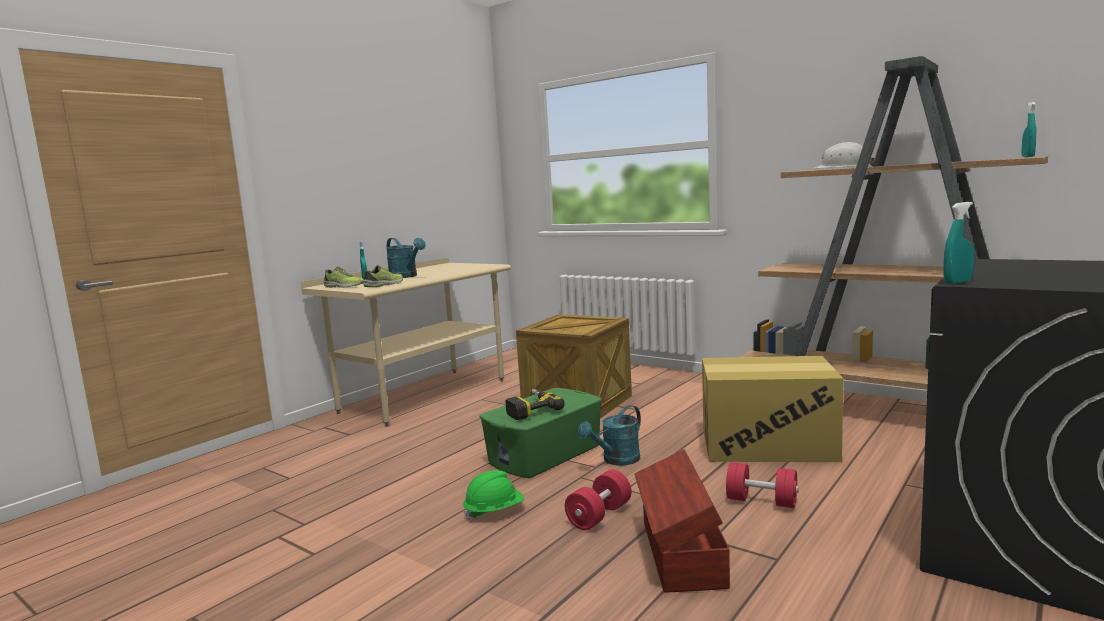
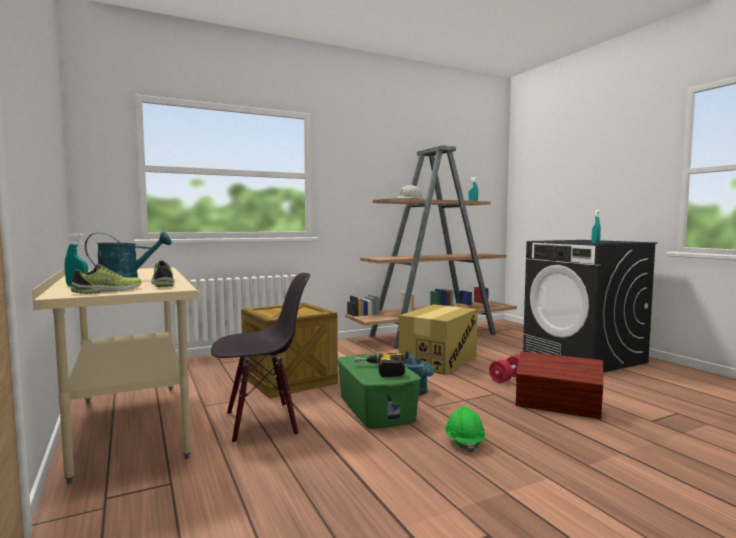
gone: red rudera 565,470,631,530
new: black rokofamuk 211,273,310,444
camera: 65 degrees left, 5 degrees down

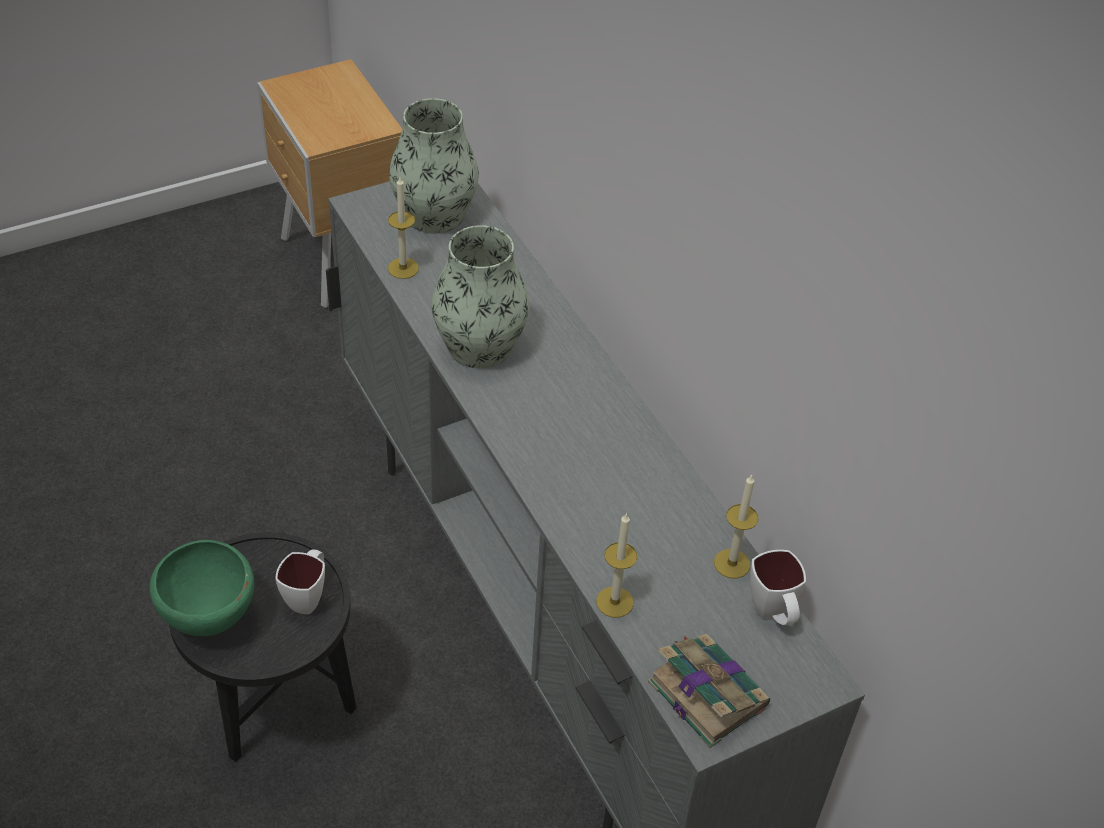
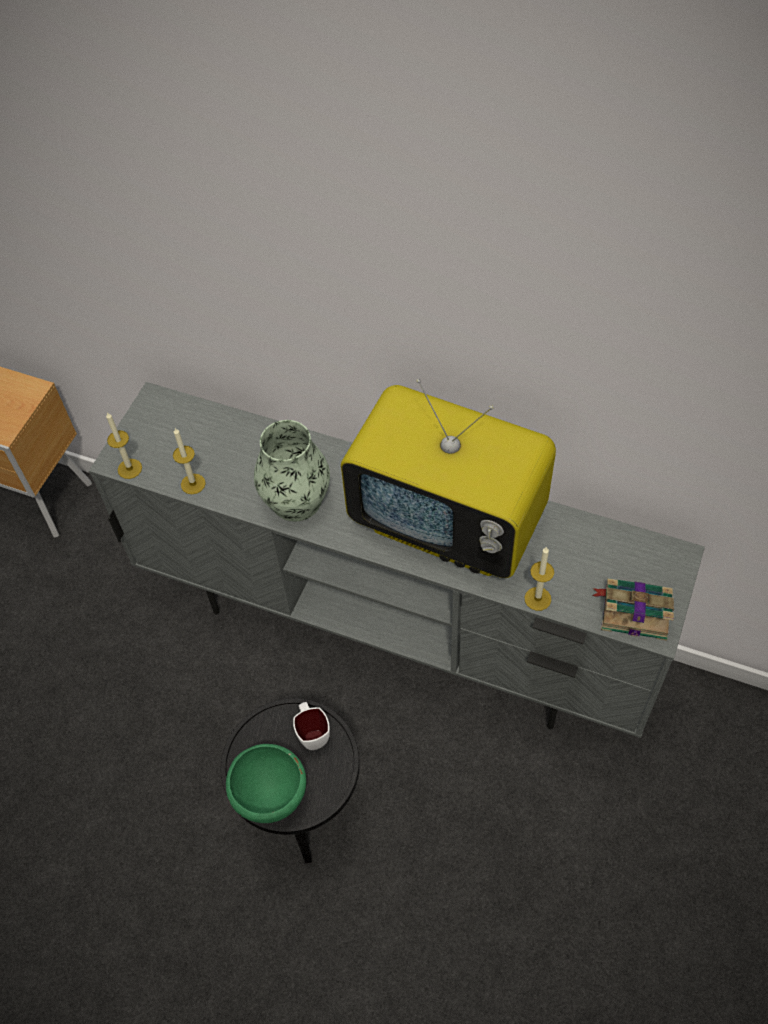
gone: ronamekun 389,98,479,234; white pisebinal 750,550,806,625
new: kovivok 341,379,556,578
shifted: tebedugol 714,474,758,579 to 106,412,142,479
camera: 35 degrees left, 10 degrees up

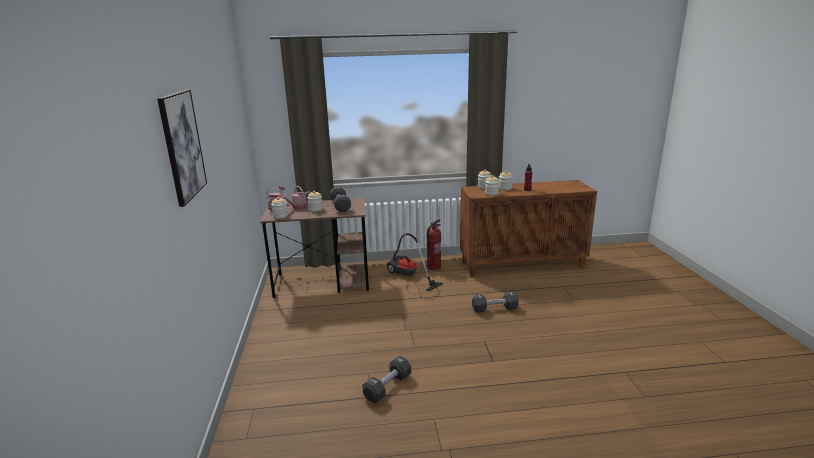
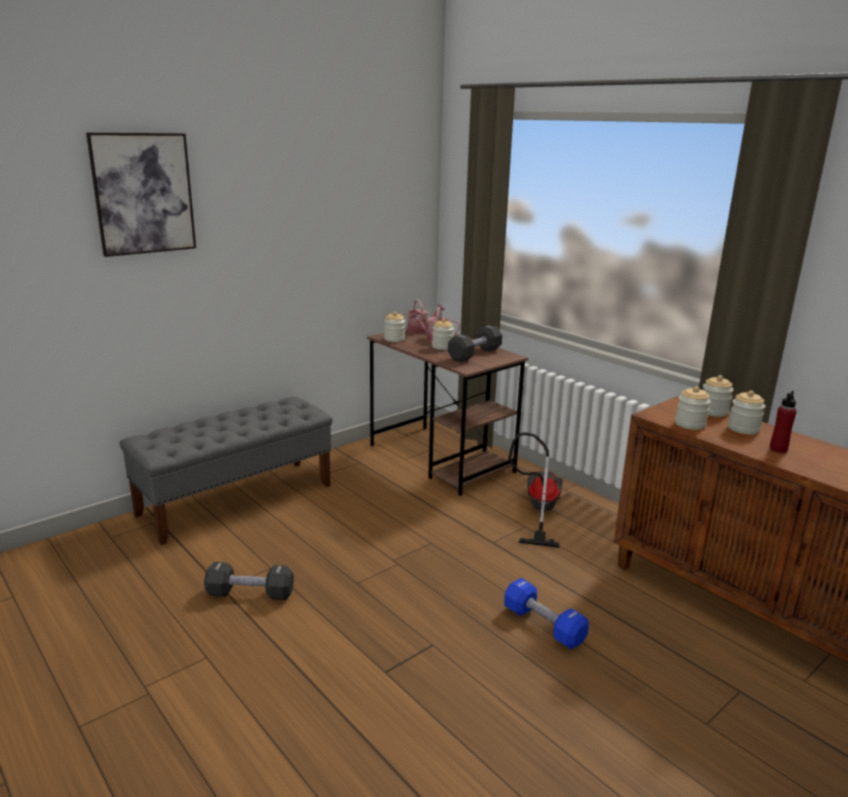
gone: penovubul 427,219,441,270
new: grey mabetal 120,397,333,545
repainted: black rudera 472,291,519,313 to blue rudera 504,578,589,649
camera: 55 degrees right, 0 degrees up

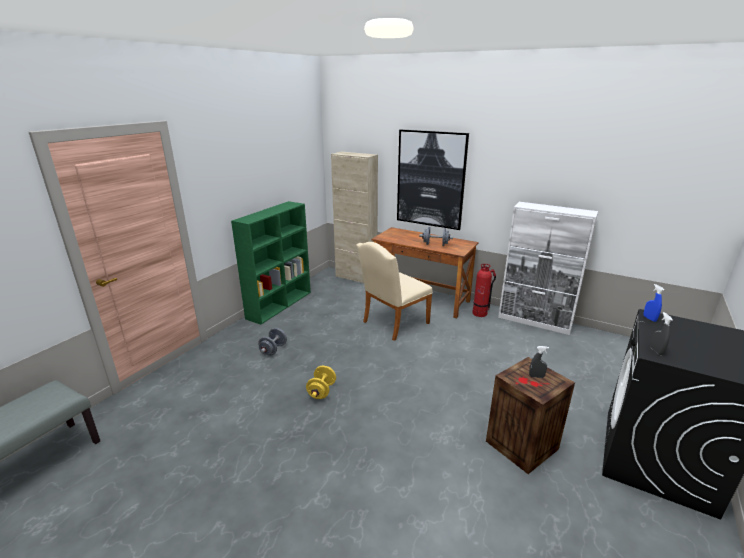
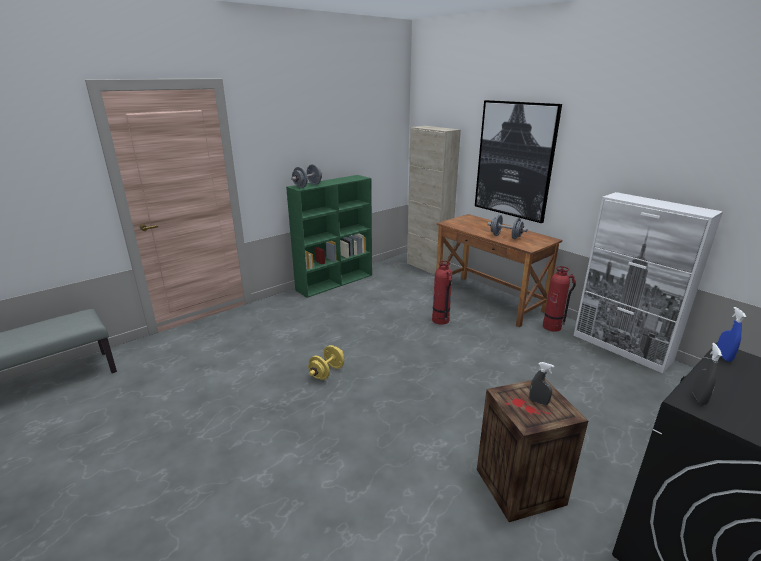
shifted: grey rudera 258,328,287,356 to 291,164,322,188
swapped: beige rokofamuk 356,242,432,341 to penovubul 432,261,452,325
camera: 20 degrees right, 0 degrees up

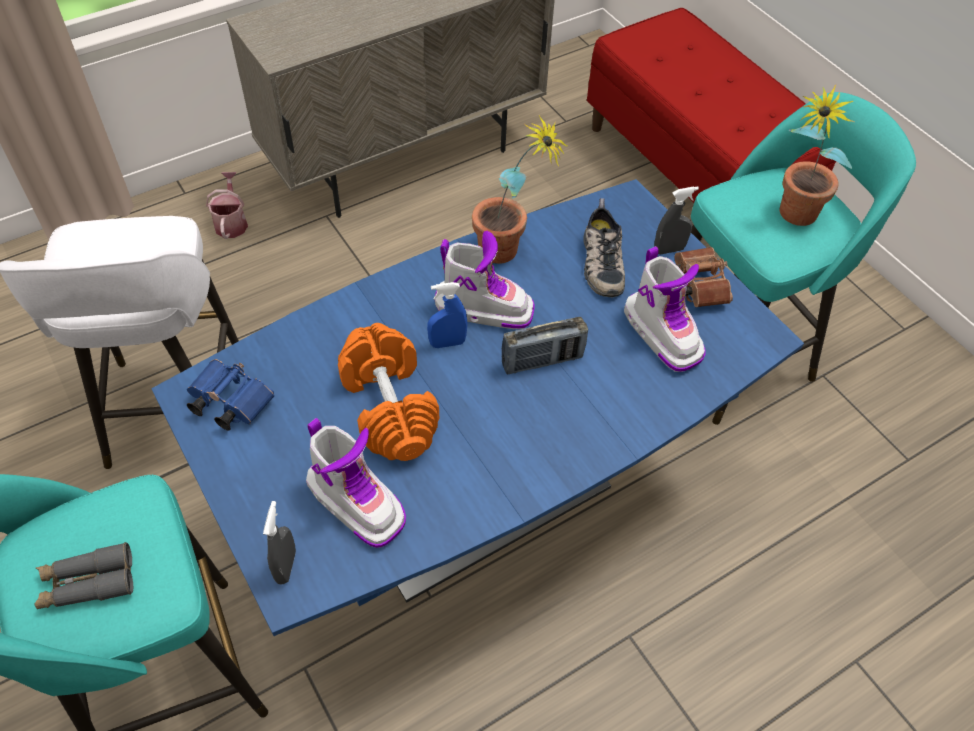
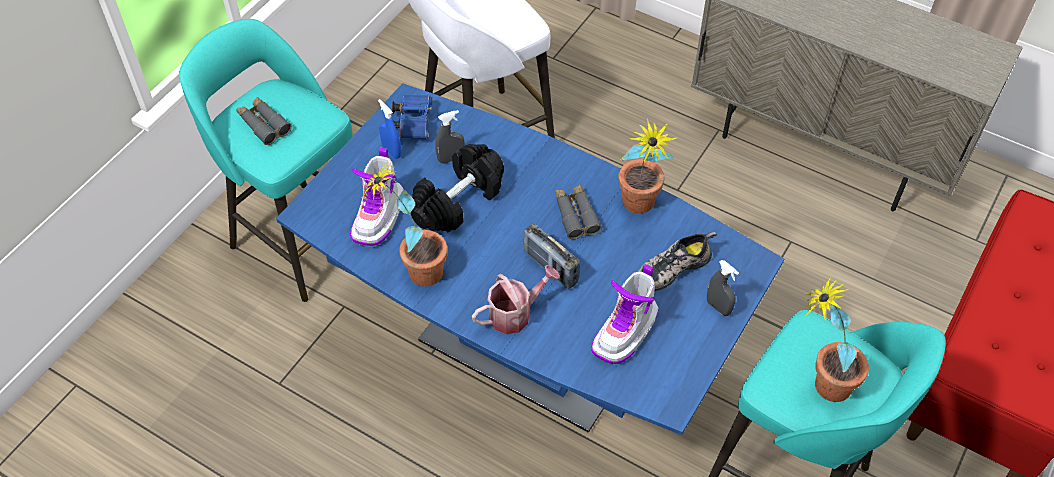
gone: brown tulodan 675,247,733,307
new: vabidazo 363,163,447,287
shifted: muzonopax 206,172,248,239 to 472,265,560,335; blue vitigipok 427,282,468,348 to 378,99,402,159; grey vitigipok 263,501,296,585 to 435,110,465,164
swapped: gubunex 435,231,535,329 to grey tulodan 555,184,602,239
repainted: orange rudera 338,323,439,461 to black rudera 411,144,504,232
camera: 65 degrees right, 0 degrees up

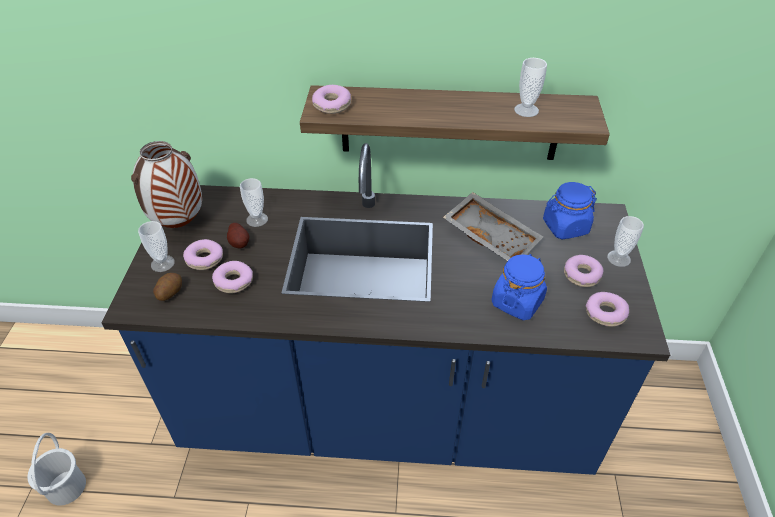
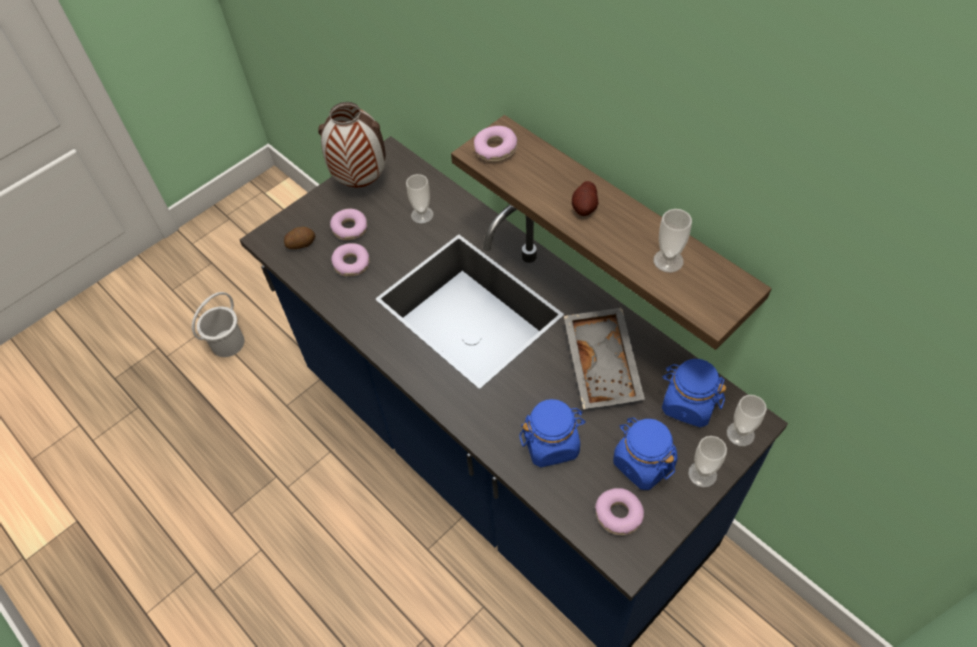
shifted: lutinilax 138,221,175,272 to 727,395,767,446; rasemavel 227,223,249,248 to 572,181,598,216
swapped: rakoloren 564,255,603,287 to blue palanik 613,417,677,490
camera: 45 degrees right, 10 degrees up

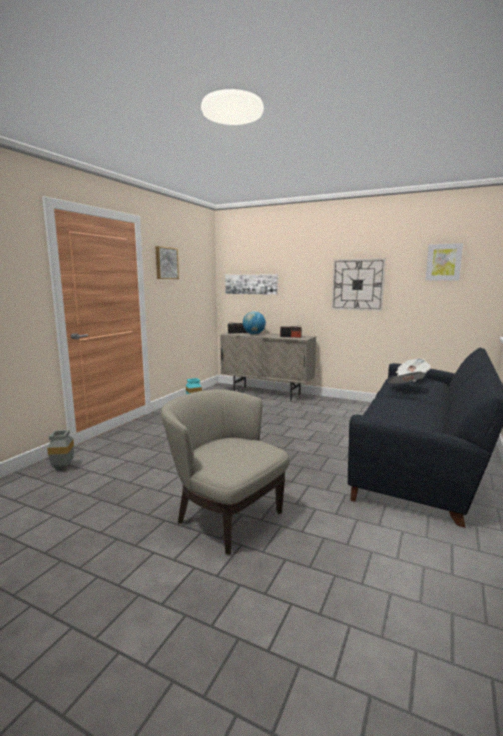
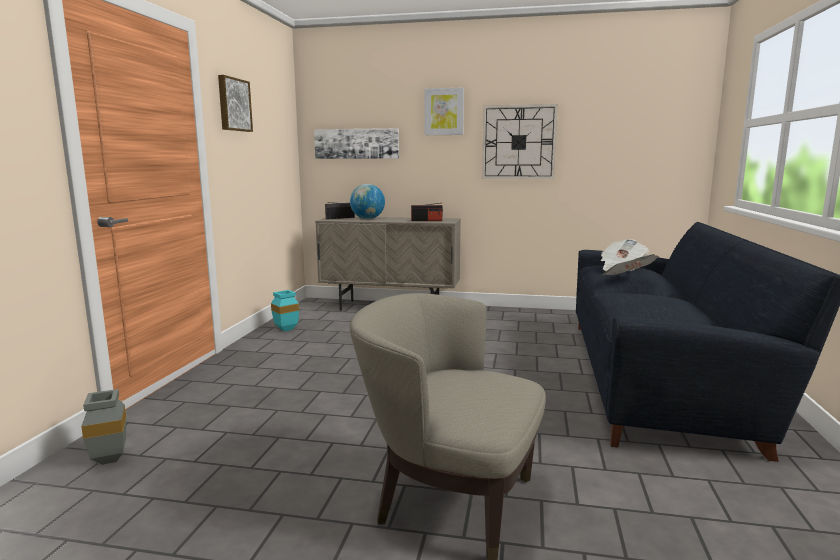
shifted: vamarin 426,243,463,280 to 425,88,464,135
camera: 15 degrees left, 0 degrees up

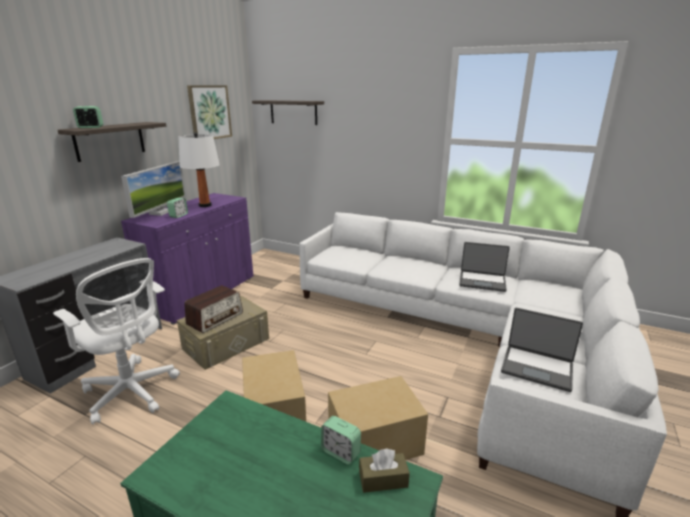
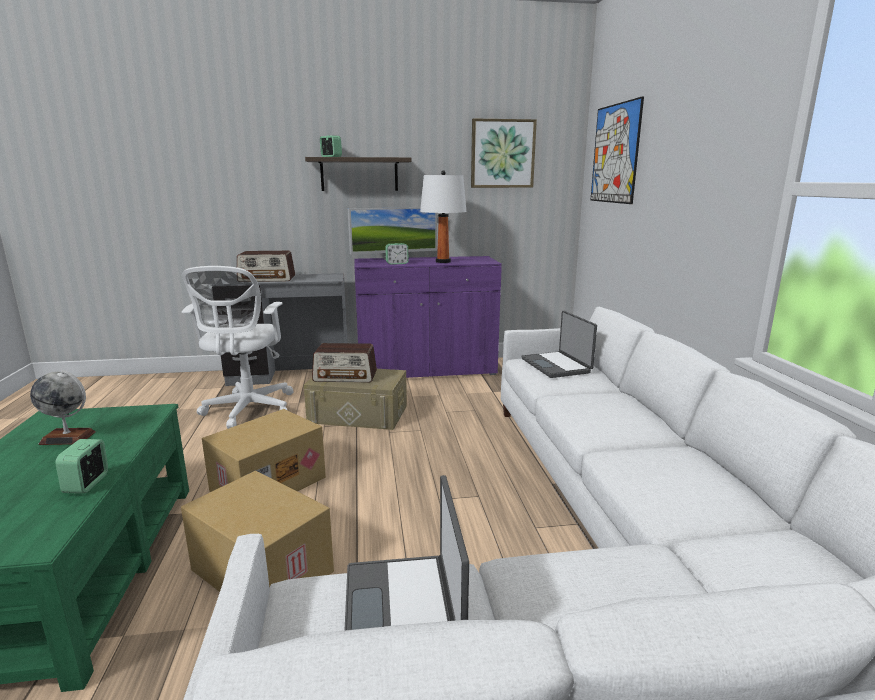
gone: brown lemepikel 359,449,410,493
new: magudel 237,251,295,282; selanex 30,370,96,445
shifted: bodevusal 459,242,510,292 to 521,311,597,378
swapped: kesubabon 252,100,324,125 to vamarin 590,96,644,204
camera: 55 degrees right, 5 degrees down

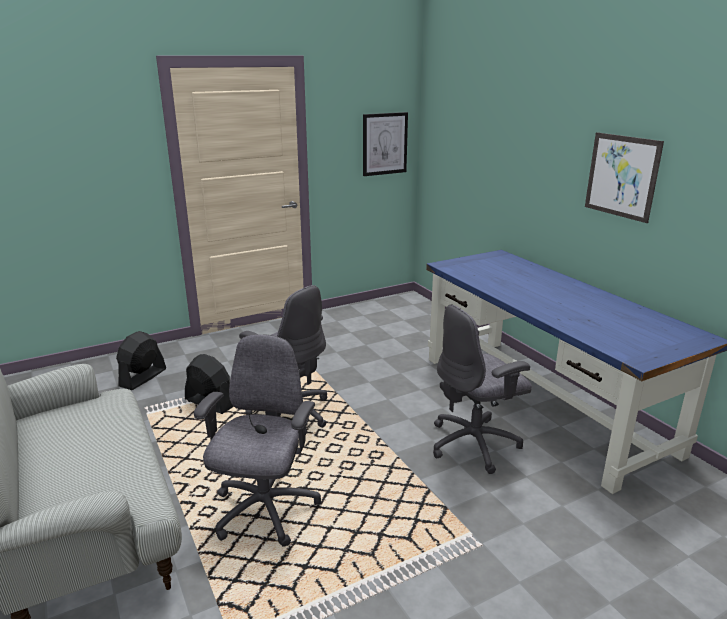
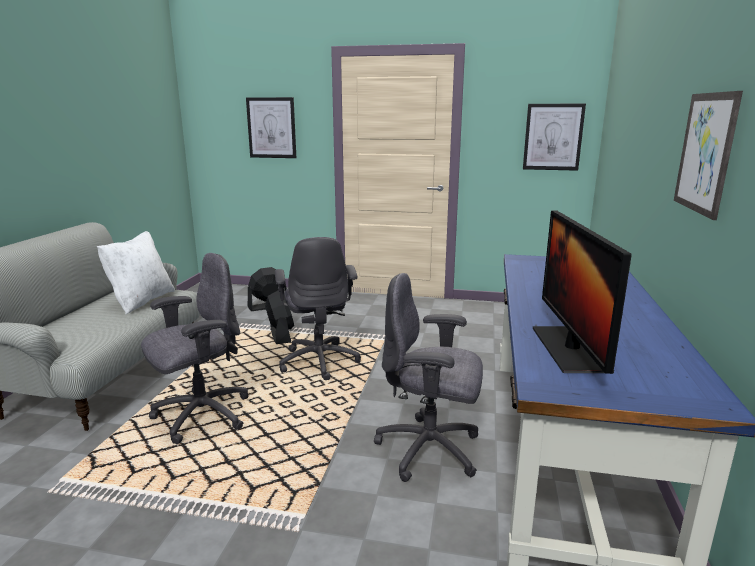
new: vamarin 246,97,296,158; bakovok 533,210,632,374; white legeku 97,231,175,315
camera: 40 degrees right, 5 degrees down

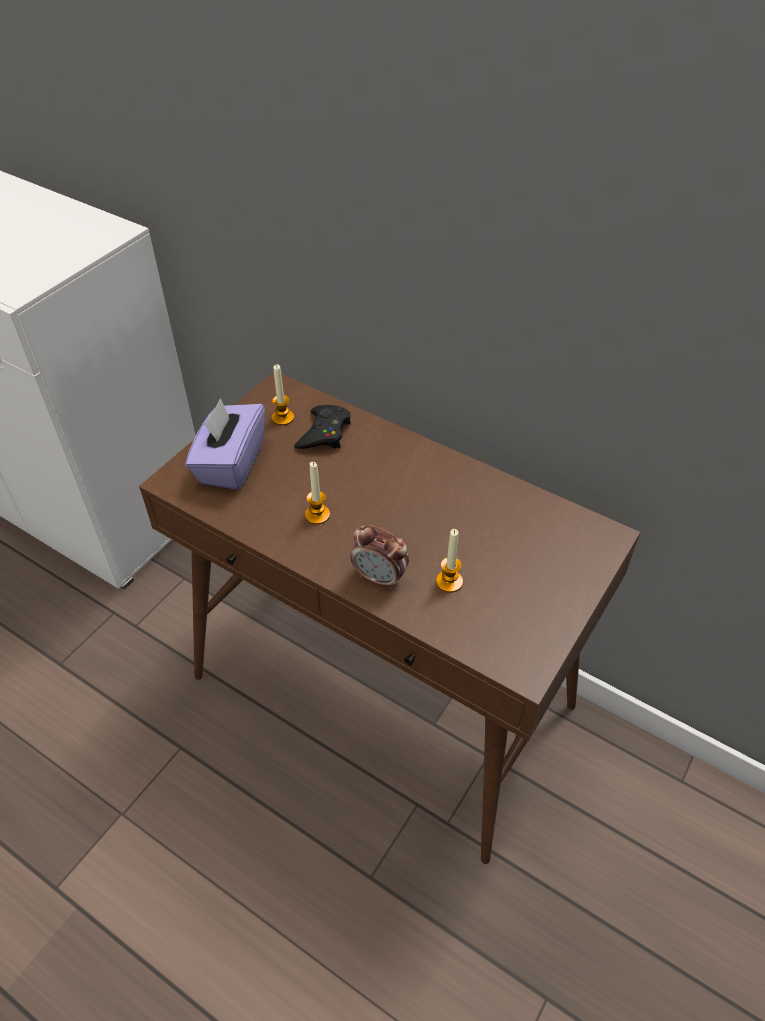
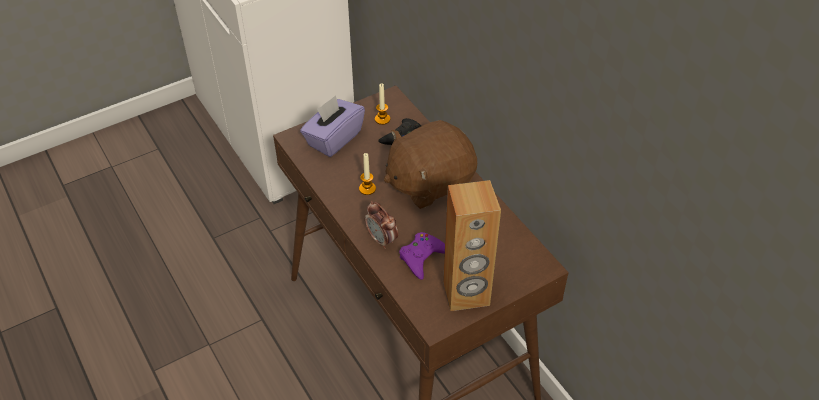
new: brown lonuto 384,120,477,209; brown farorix 443,180,501,311
swapped: tebedugol 436,529,463,593 to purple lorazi 399,232,445,280
camera: 25 degrees right, 0 degrees up

